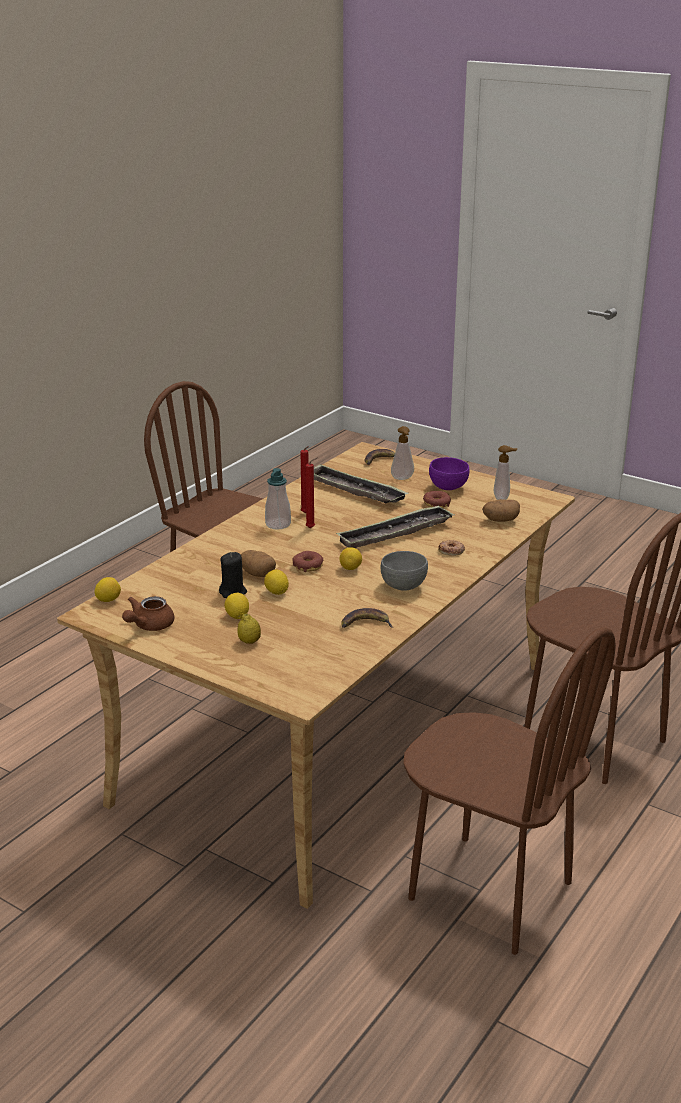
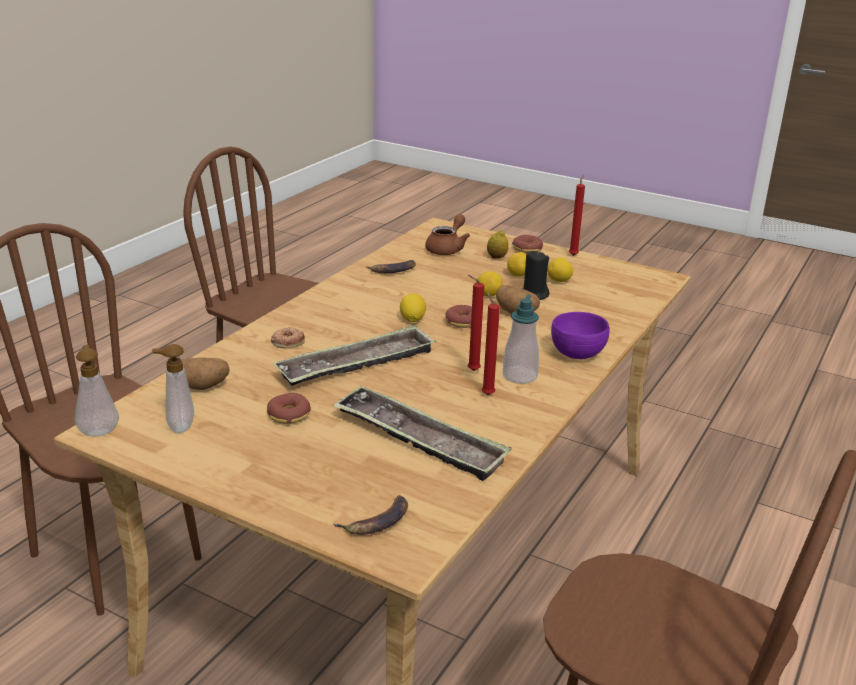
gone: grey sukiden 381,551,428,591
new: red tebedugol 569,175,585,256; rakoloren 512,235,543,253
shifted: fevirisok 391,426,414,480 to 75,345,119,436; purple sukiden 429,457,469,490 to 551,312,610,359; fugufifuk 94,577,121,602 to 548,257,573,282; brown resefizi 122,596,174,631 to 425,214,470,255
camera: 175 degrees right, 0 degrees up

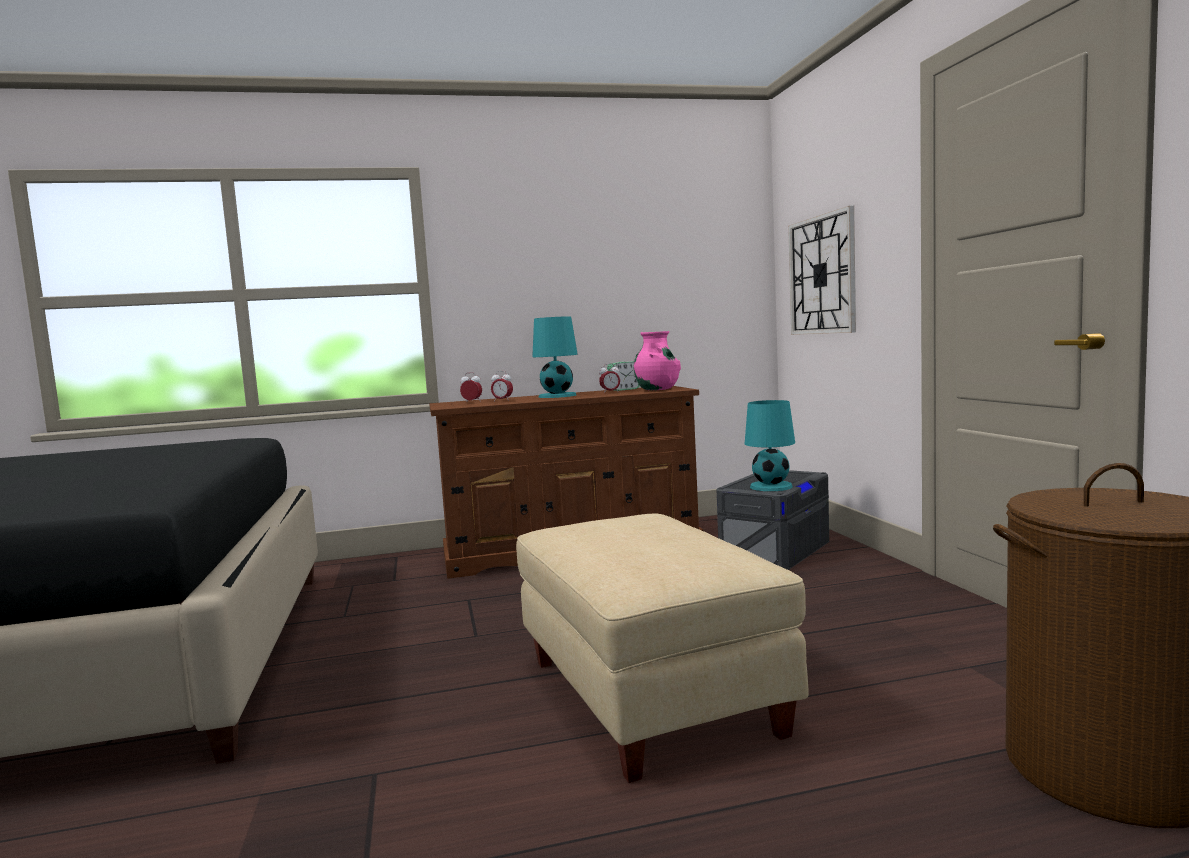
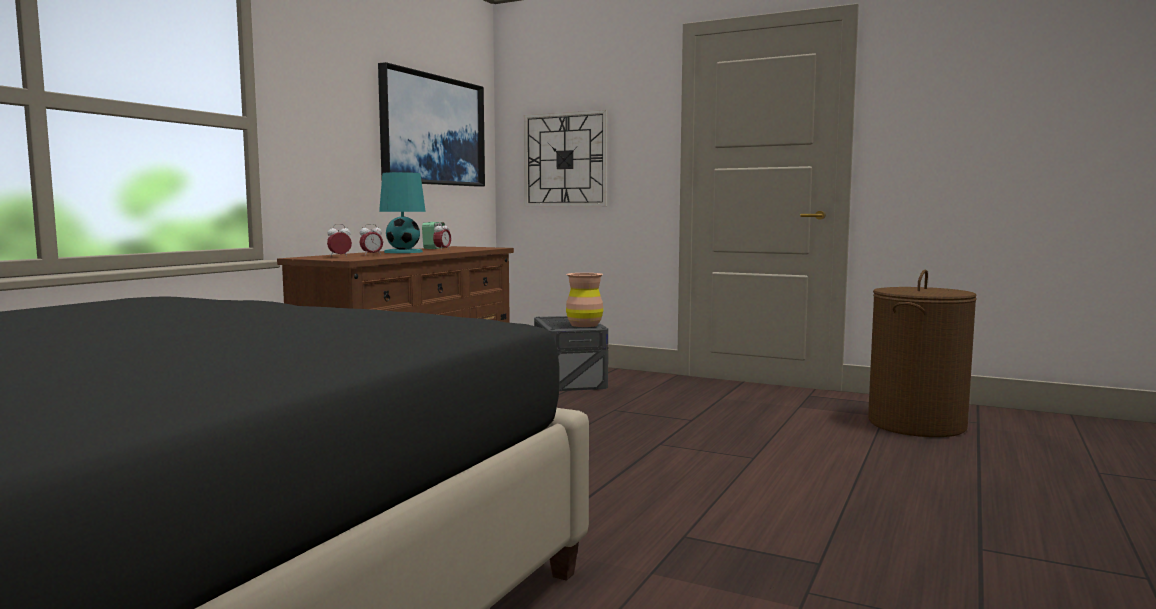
gone: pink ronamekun 634,331,681,390; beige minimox 516,514,809,783
new: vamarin 378,62,485,187
swapped: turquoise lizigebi 745,400,795,491 to brown ronamekun 566,273,603,327
camera: 50 degrees left, 0 degrees up

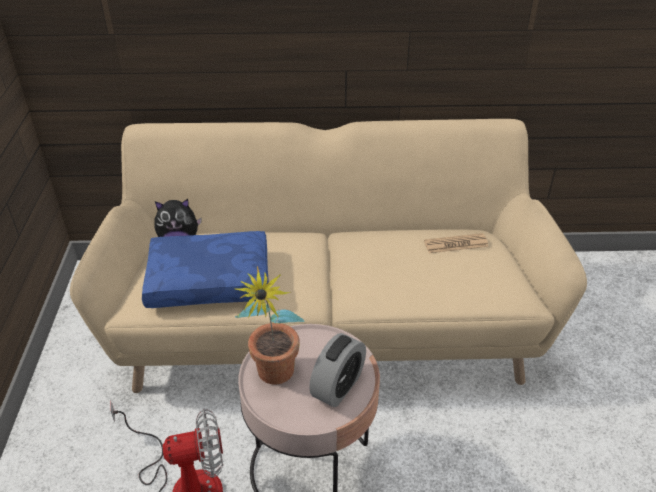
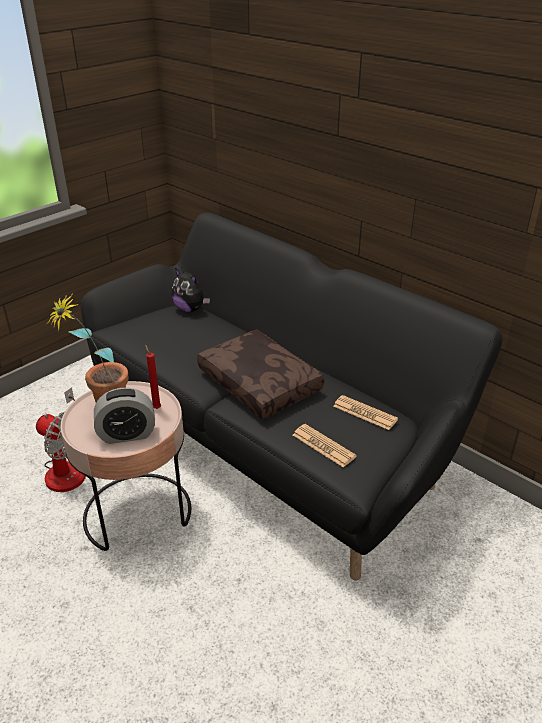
gone: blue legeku 142,231,269,308
new: brown legeku 197,330,324,419; red tebedugol 145,345,161,409; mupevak 293,424,357,467
repainted: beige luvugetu 70,119,587,393 to black luvugetu 80,212,503,581
camera: 45 degrees right, 5 degrees down

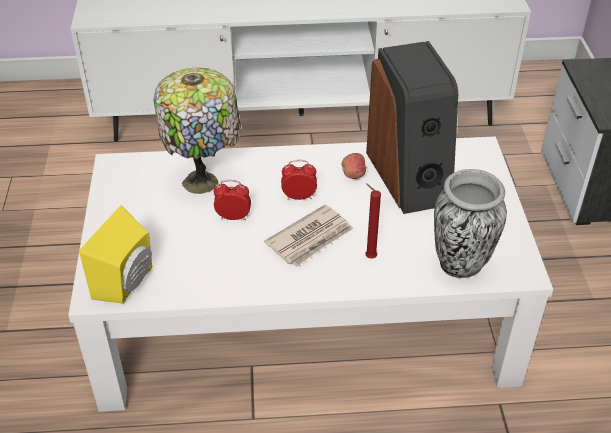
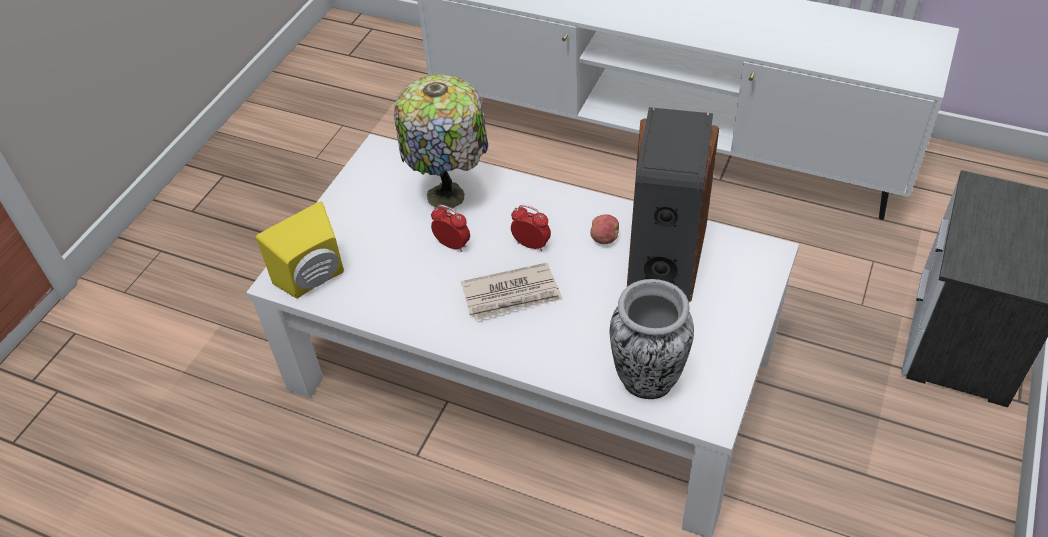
gone: red tebedugol 365,183,381,259
camera: 30 degrees right, 5 degrees up

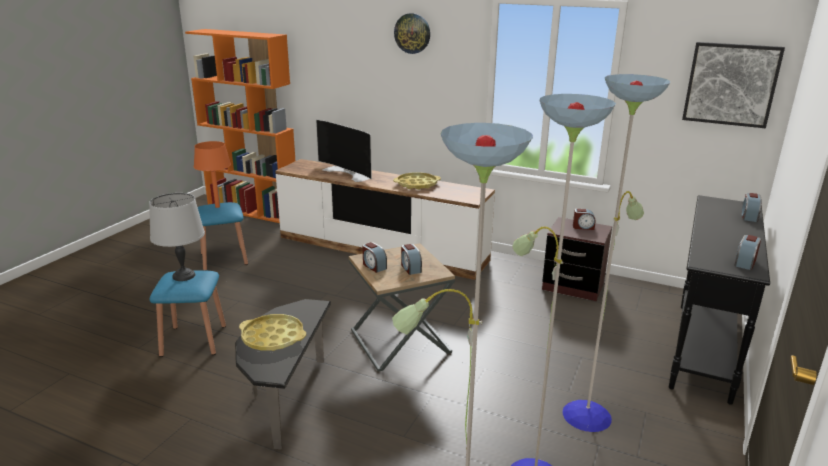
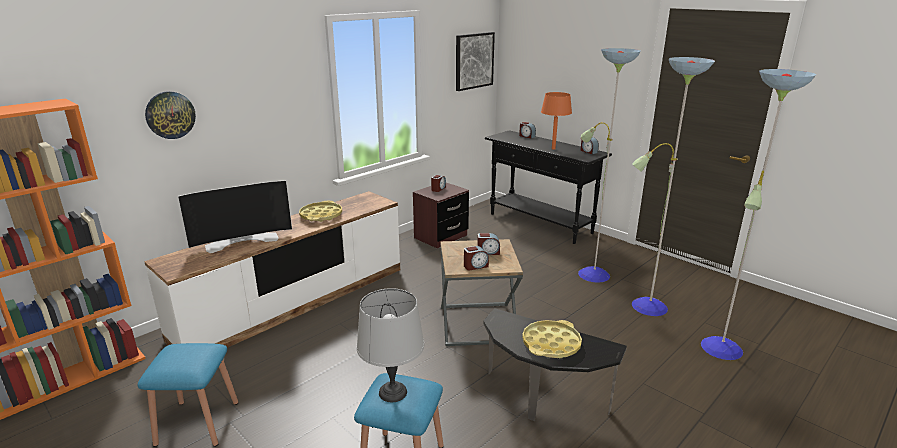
shifted: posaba 394,13,430,54 to 145,91,196,139; orange lizigebi 194,141,231,208 to 541,92,572,150
camera: 70 degrees left, 0 degrees up

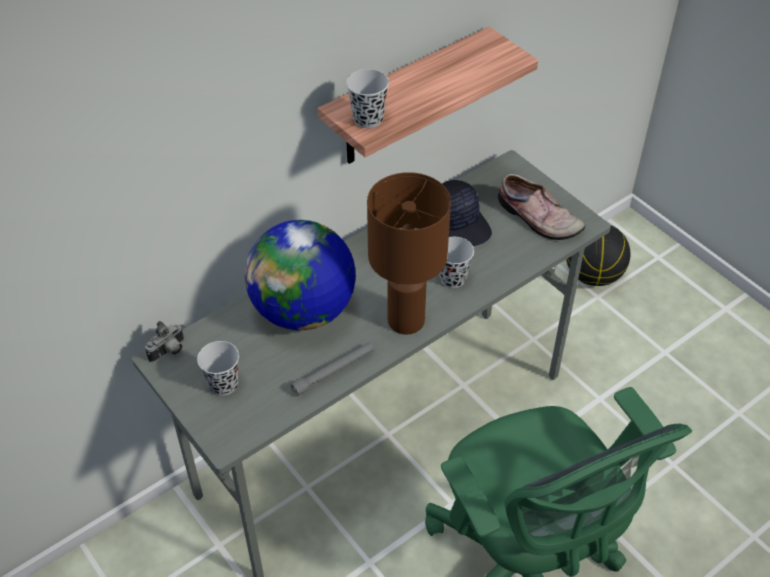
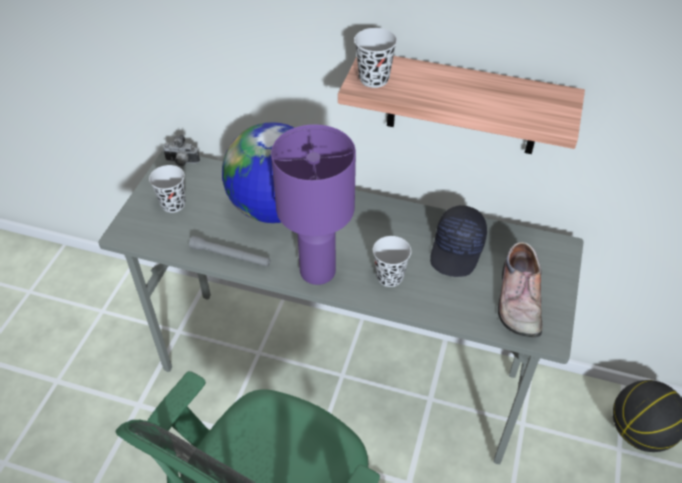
repainted: brown lizigebi 367,172,451,335 to purple lizigebi 271,124,356,285
camera: 55 degrees right, 0 degrees up

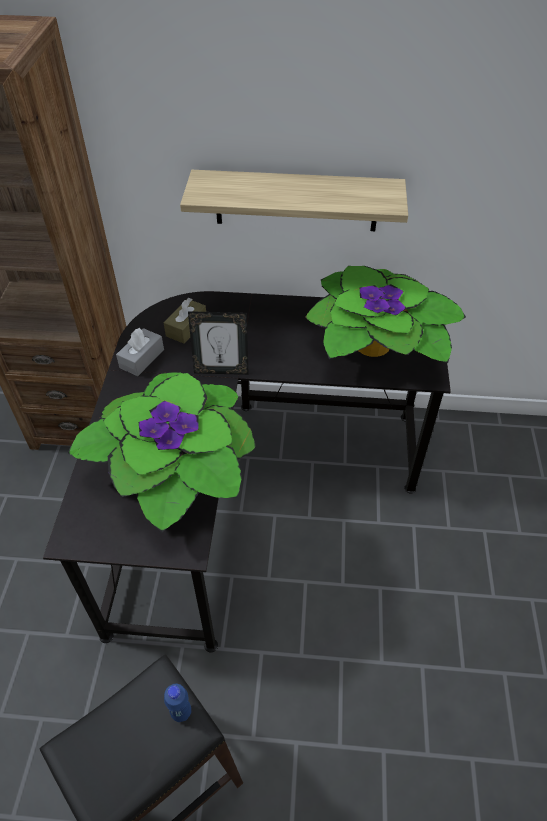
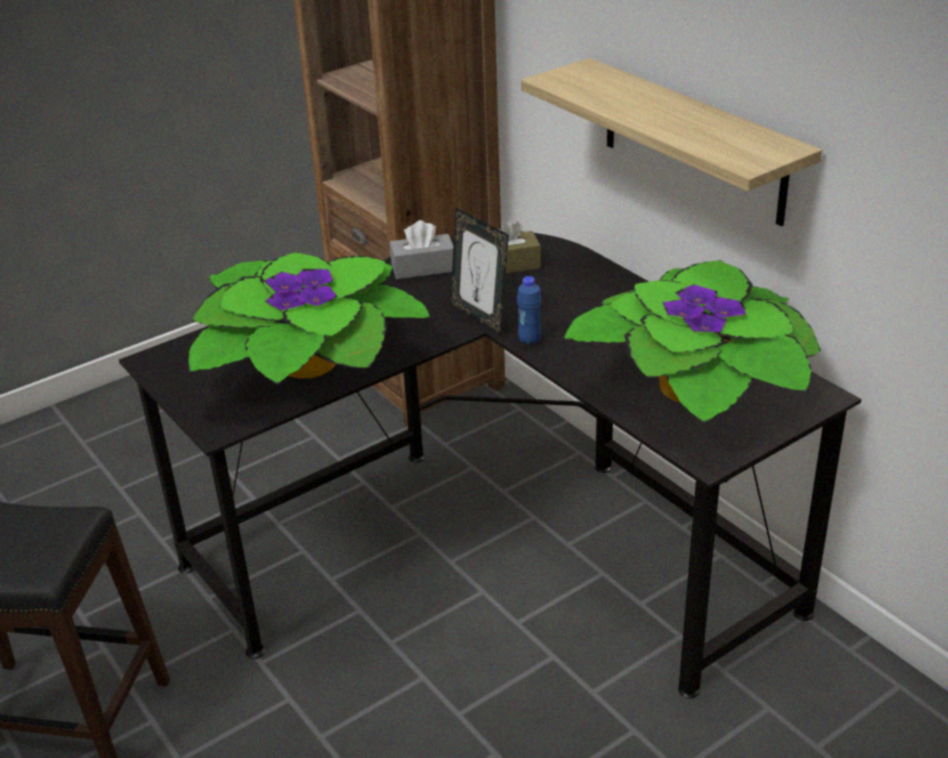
shifted: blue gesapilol 164,684,191,722 to 517,276,542,345
camera: 50 degrees right, 15 degrees down

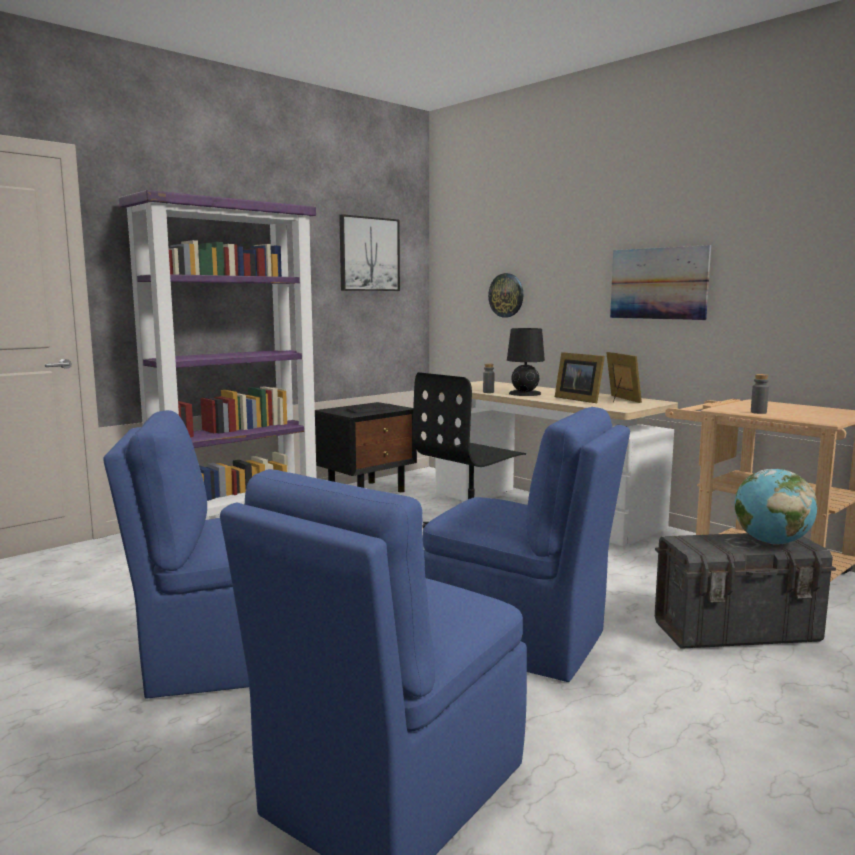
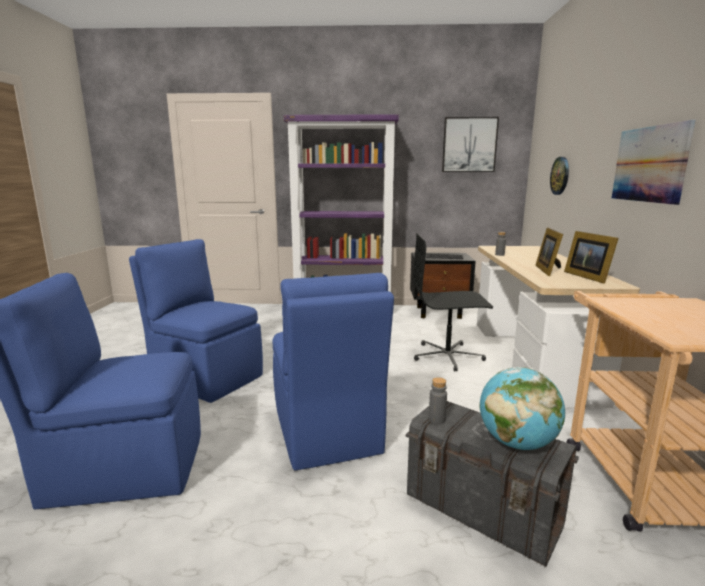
gone: black lizigebi 507,328,545,396
shifted: grey gesapilol 751,374,769,414 to 429,377,447,424
rotated: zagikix 606,352,642,403 = 564,231,619,284 135 degrees clockwise
camera: 45 degrees right, 5 degrees up

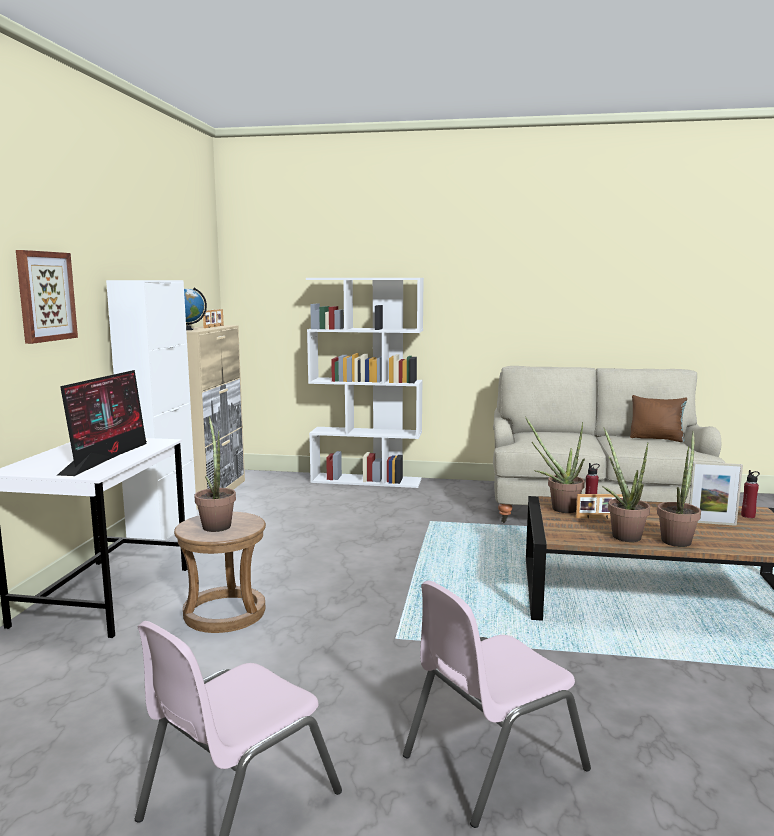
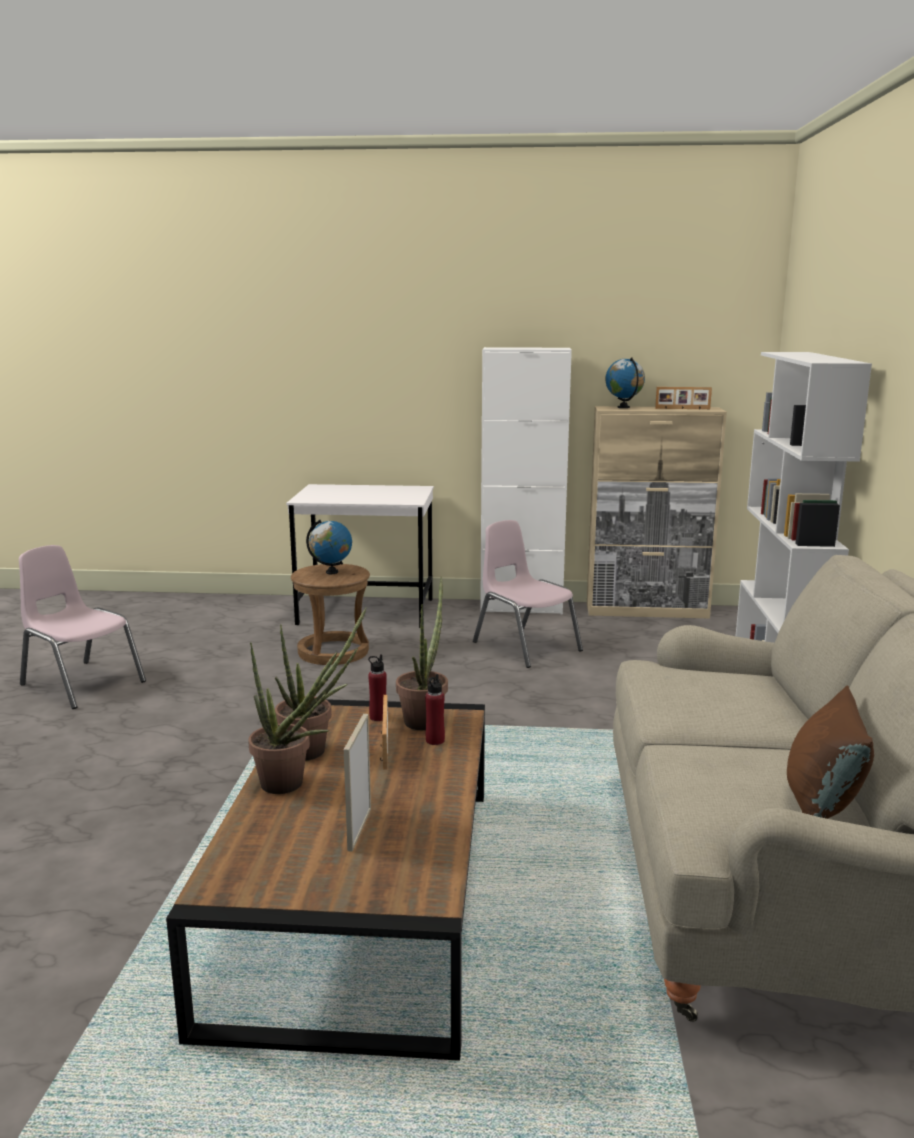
gone: vamarin 16,250,78,344; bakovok 58,370,147,476
shifted: red gesapilol 741,470,760,518 to 368,654,387,721; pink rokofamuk 403,580,591,828 to 473,520,583,668
swapped: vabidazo 194,416,236,532 to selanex 306,520,352,574
camera: 85 degrees right, 5 degrees up

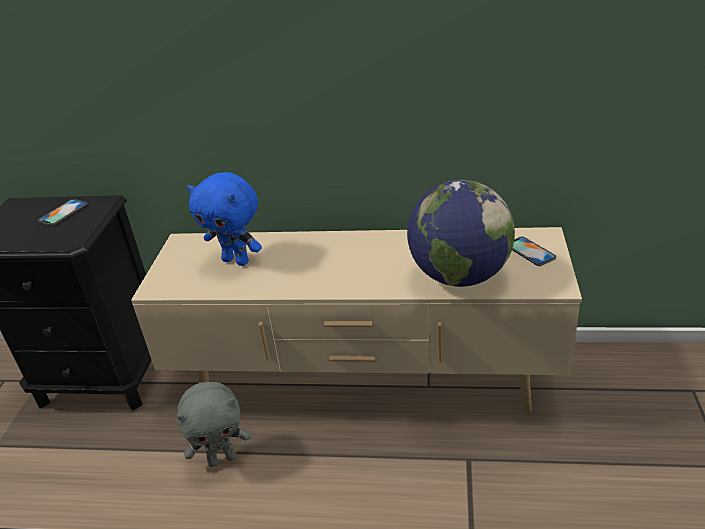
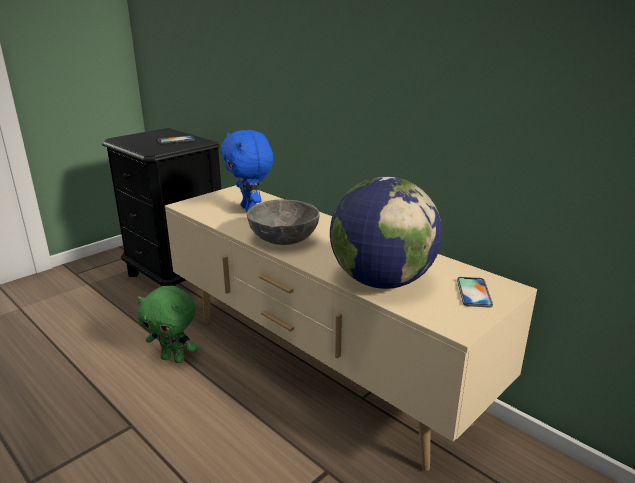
new: grey sukiden 247,199,320,245
repainted: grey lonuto 177,382,251,467 to green lonuto 137,286,197,363
camera: 35 degrees right, 10 degrees down

